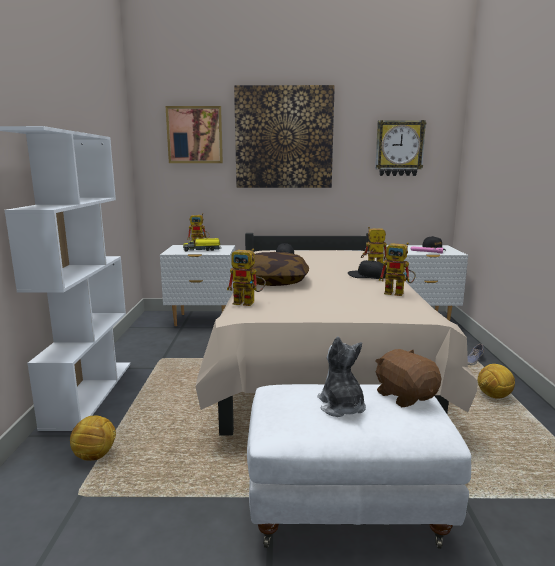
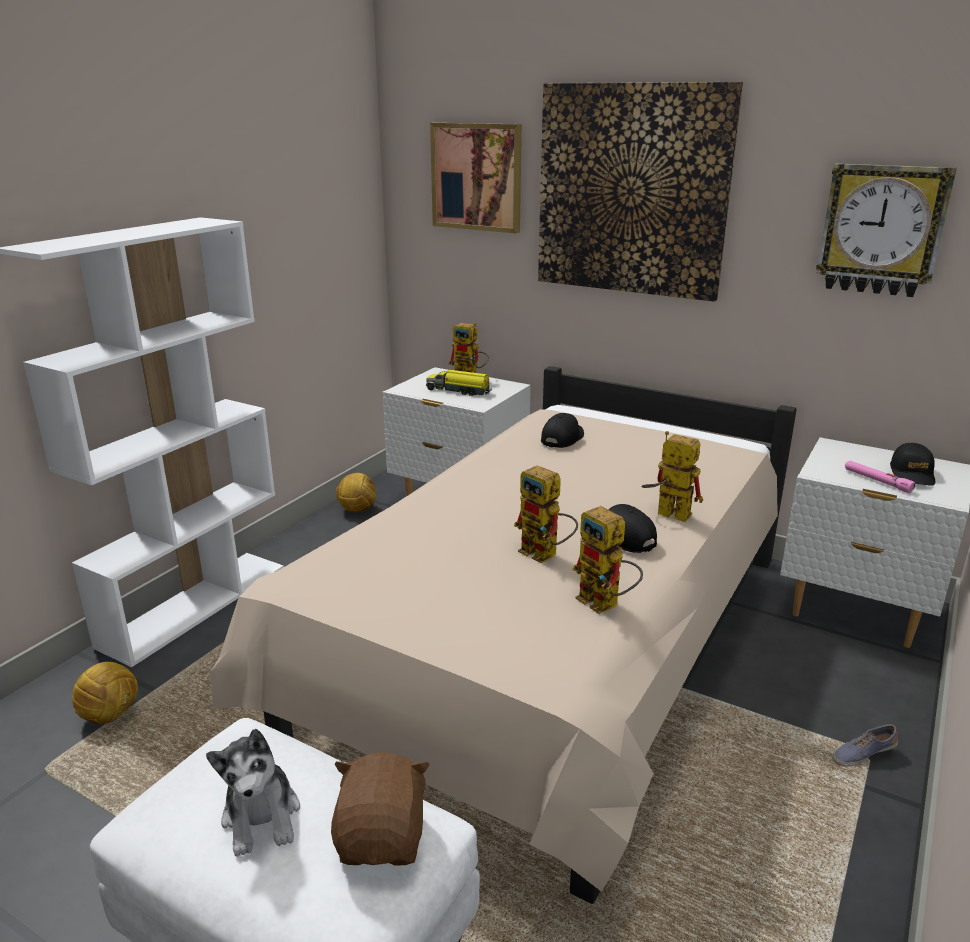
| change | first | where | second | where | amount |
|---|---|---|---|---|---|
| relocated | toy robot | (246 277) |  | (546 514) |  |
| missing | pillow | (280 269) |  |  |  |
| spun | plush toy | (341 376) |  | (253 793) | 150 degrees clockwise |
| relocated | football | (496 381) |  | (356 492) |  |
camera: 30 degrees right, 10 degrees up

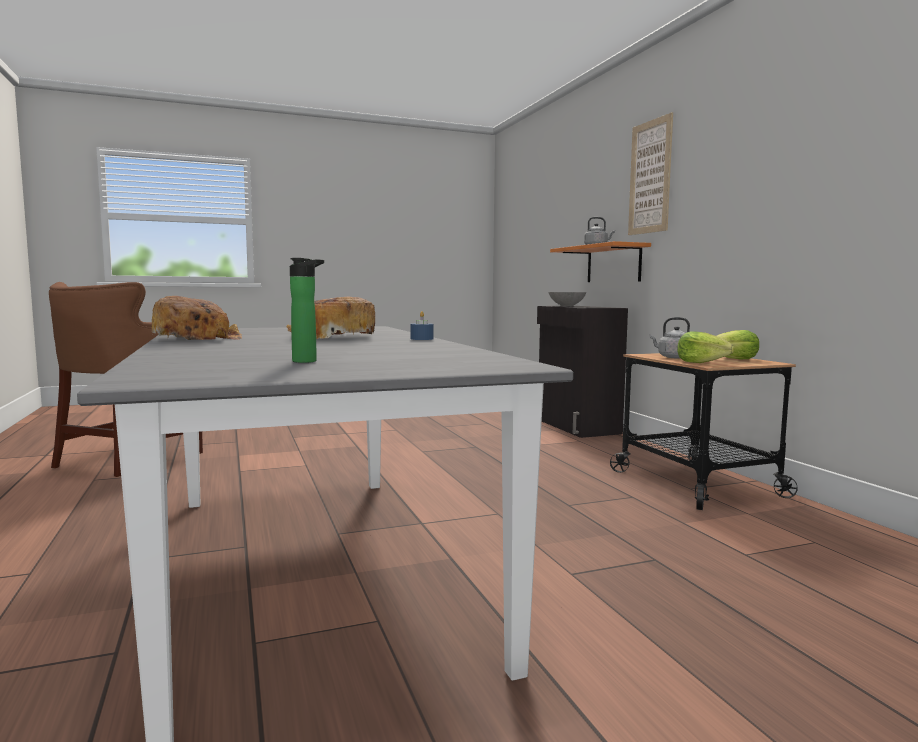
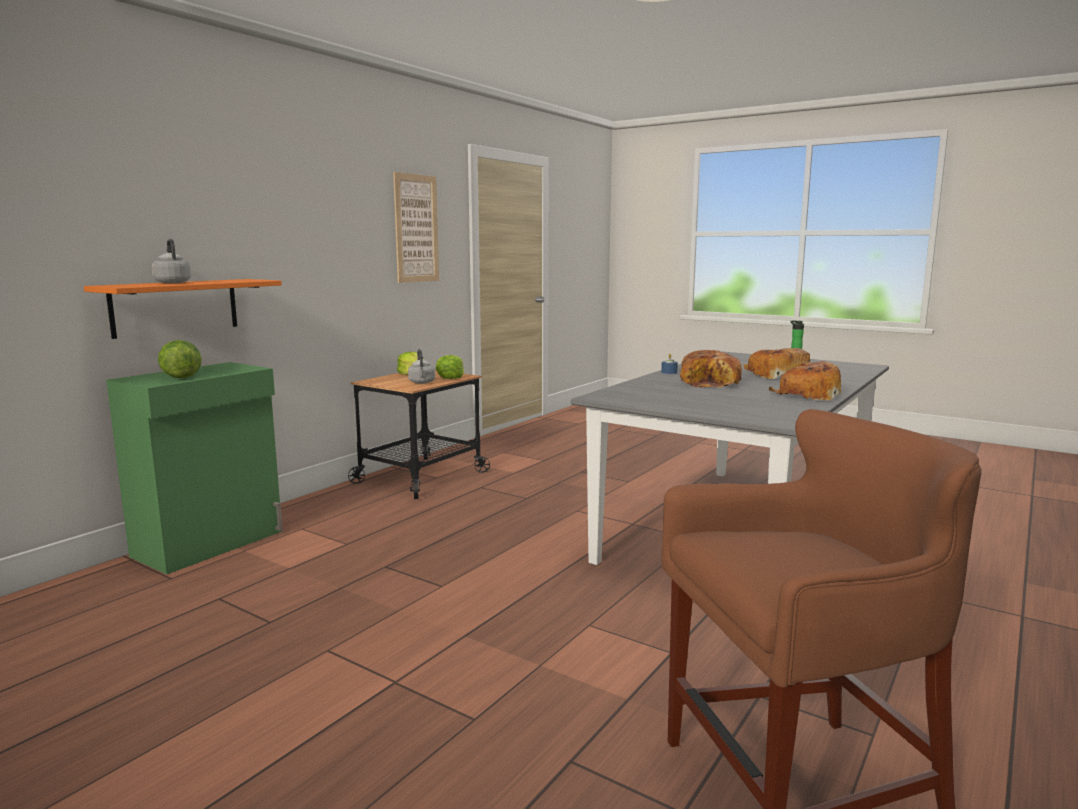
| change | first | where | second | where | amount |
|---|---|---|---|---|---|
| relocated | picture | (650 173) |  | (416 227) |  |
| exchanged | grey bowl | (567 299) | lettuce | (180 359) |  |
| colour | black cabinet | (582 372) | green cabinet | (194 468) |  |
| appeared |  |  | bread | (776 363) |  |
camera: 125 degrees left, 5 degrees up

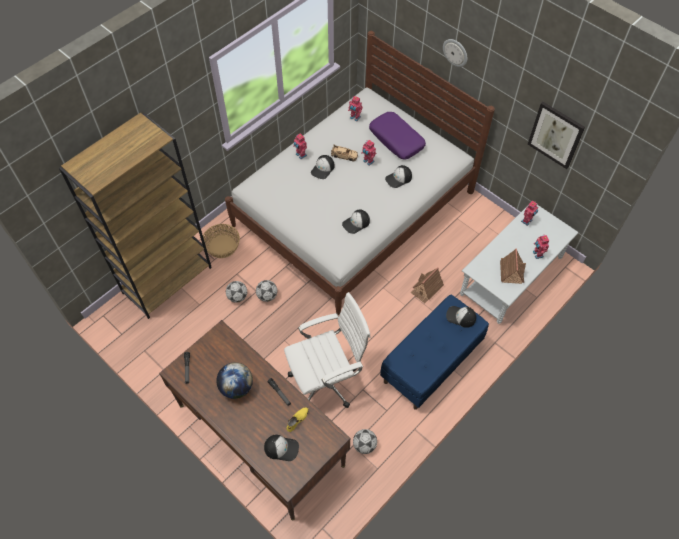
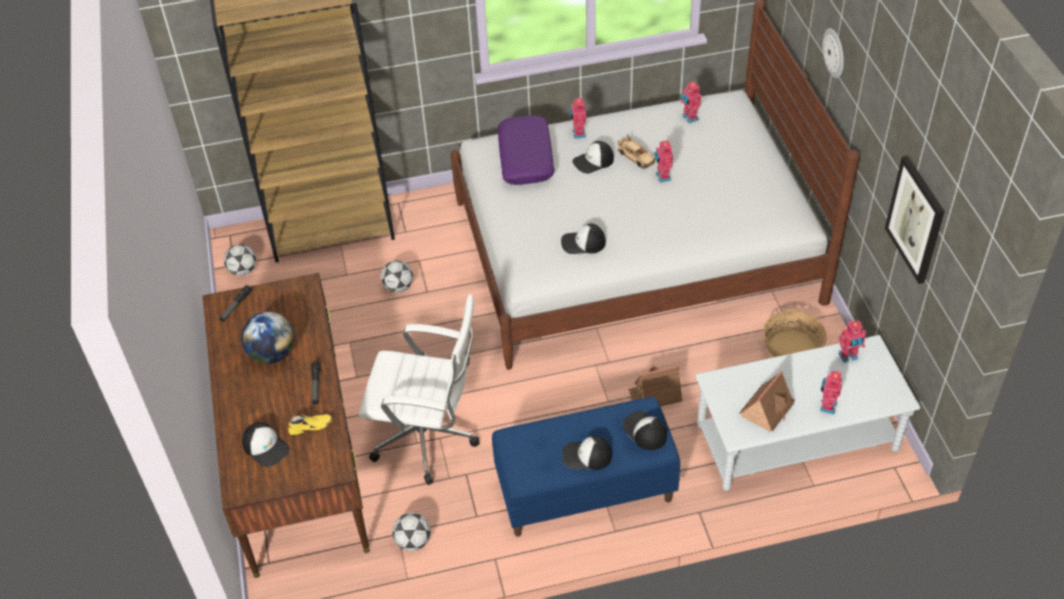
| change | first | where | second | where | amount |
|---|---|---|---|---|---|
| relocated | purple pillow | (397 135) |  | (526 150) |  |
| relocated | cap | (398 176) |  | (587 453) |  |
| relocated | basket | (221 241) |  | (795 334) |  |
| relocated | football | (266 291) |  | (240 260) |  |
camera: 35 degrees right, 10 degrees down

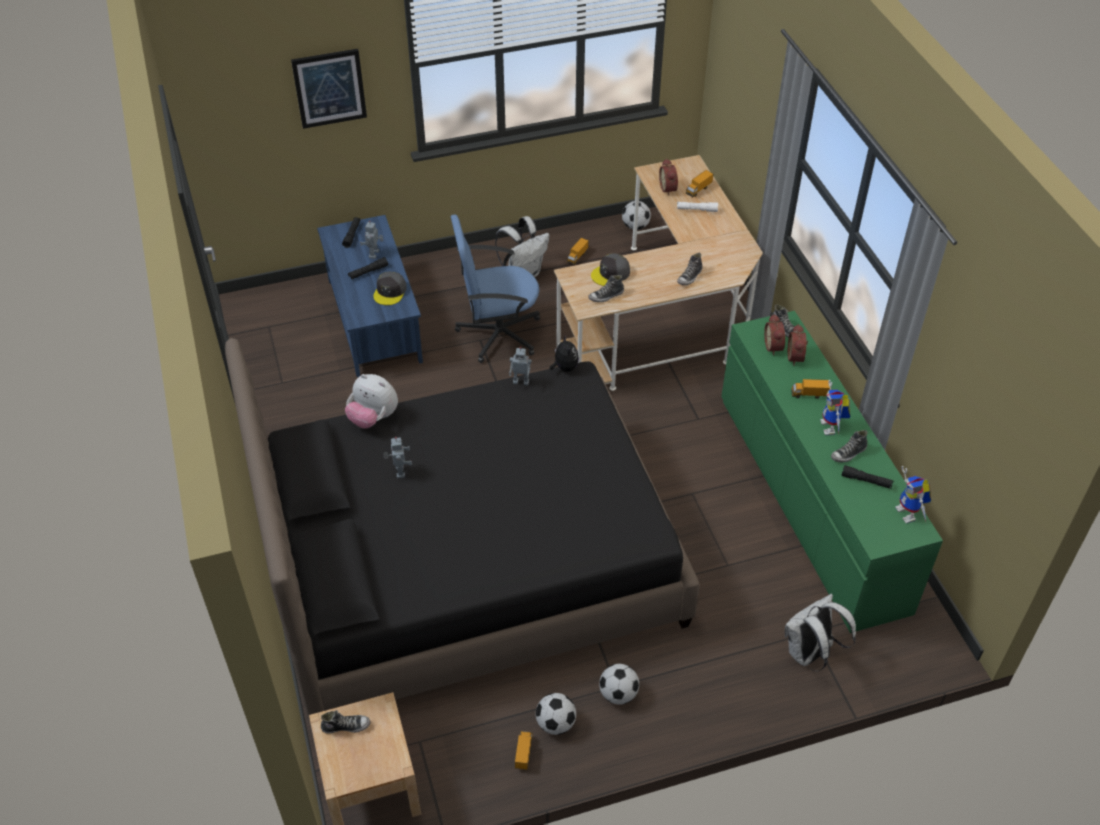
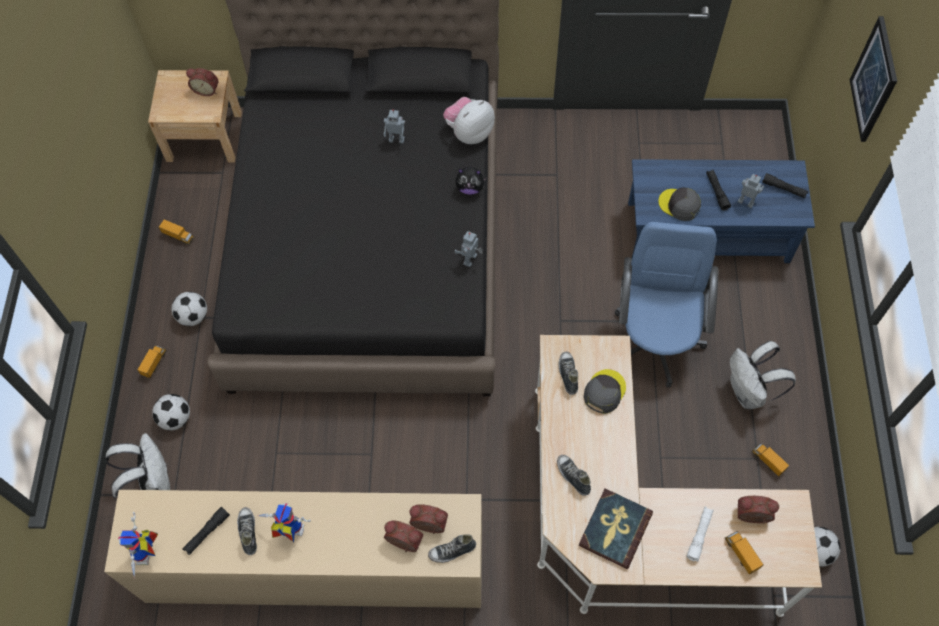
| change | first | where | second | where | amount |
|---|---|---|---|---|---|
| spun | grey cap | (610 269) |  | (605 391) | 45 degrees clockwise |
| colour | green dresser | (832 472) | beige dresser | (293 549) |  |
| relocated | plush toy | (564 354) |  | (471 181) |  |
| relocated | toy truck | (810 389) |  | (152 362) |  |
| spun | toy robot | (913 494) |  | (138 545) | 90 degrees counterclockwise |
| relocated | football | (556 714) |  | (171 412) |  |
| exchanged | shoe | (346 722) | alarm clock | (202 82) |  |
| appeared |  |  | book | (616 528) |  |
camera: 110 degrees right, 15 degrees up

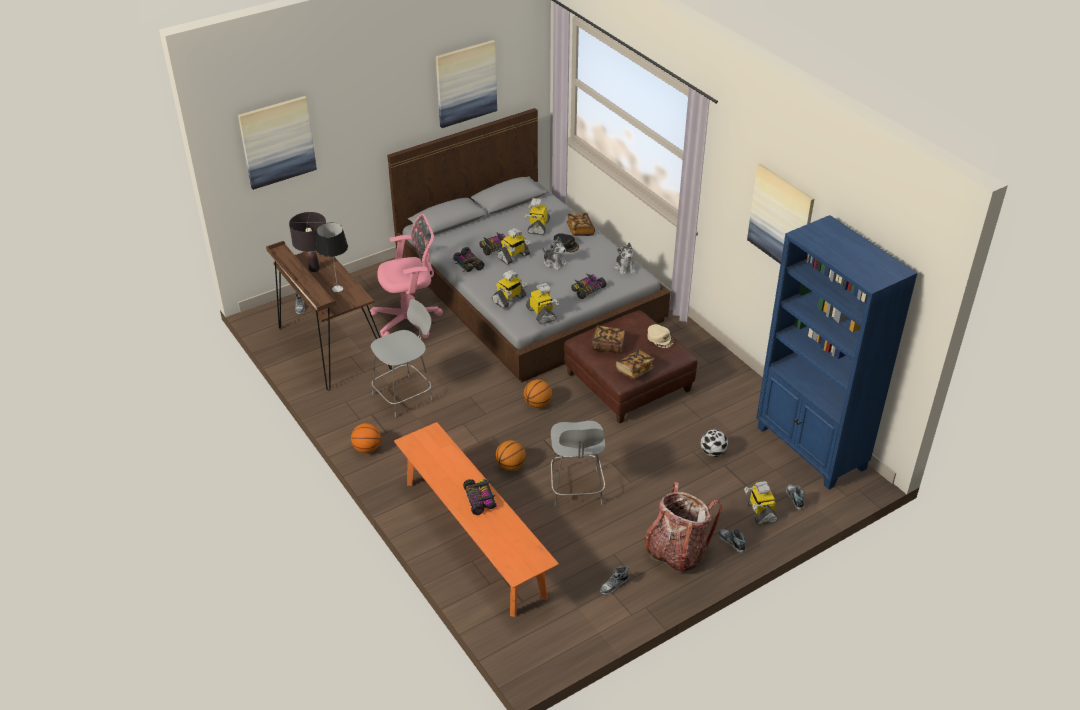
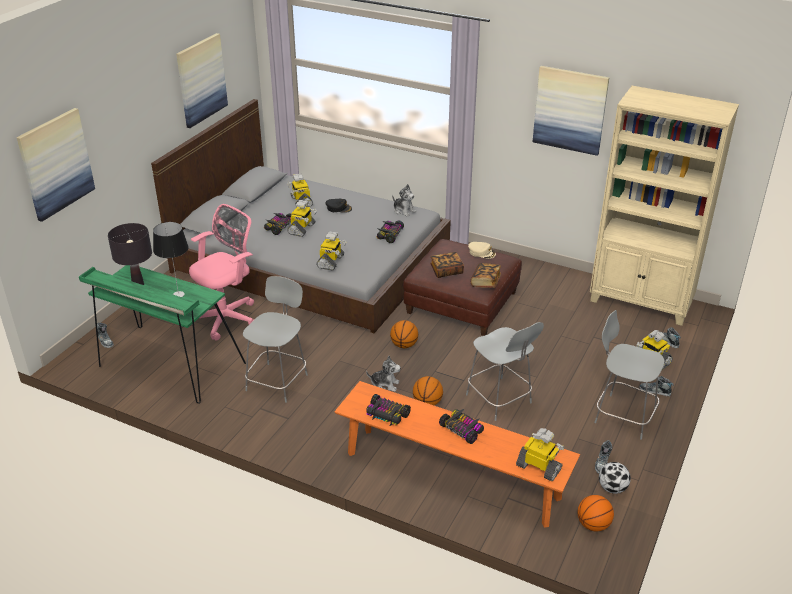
| change | first | where | second | where | amount |
|---|---|---|---|---|---|
| missing | book | (581 224) |  |  |  |
| colour | blue bookcase | (837 352) | beige bookcase | (664 206) |  |
| relocated | plush toy | (555 254) |  | (383 374) |  |
| colour | brown desk | (329 316) | green desk | (162 334) |  |
| relocated | toy car | (468 259) |  | (388 410) |  |
| relocated | toy robot | (542 303) |  | (540 454) |  |
| relocated | basketball | (366 438) |  | (596 513) |  |
| relocated | football | (714 443) |  | (615 478) |  |
| exchanged | backpack | (683 527) | grey chair | (629 375) |  |
camera: 30 degrees left, 5 degrees down

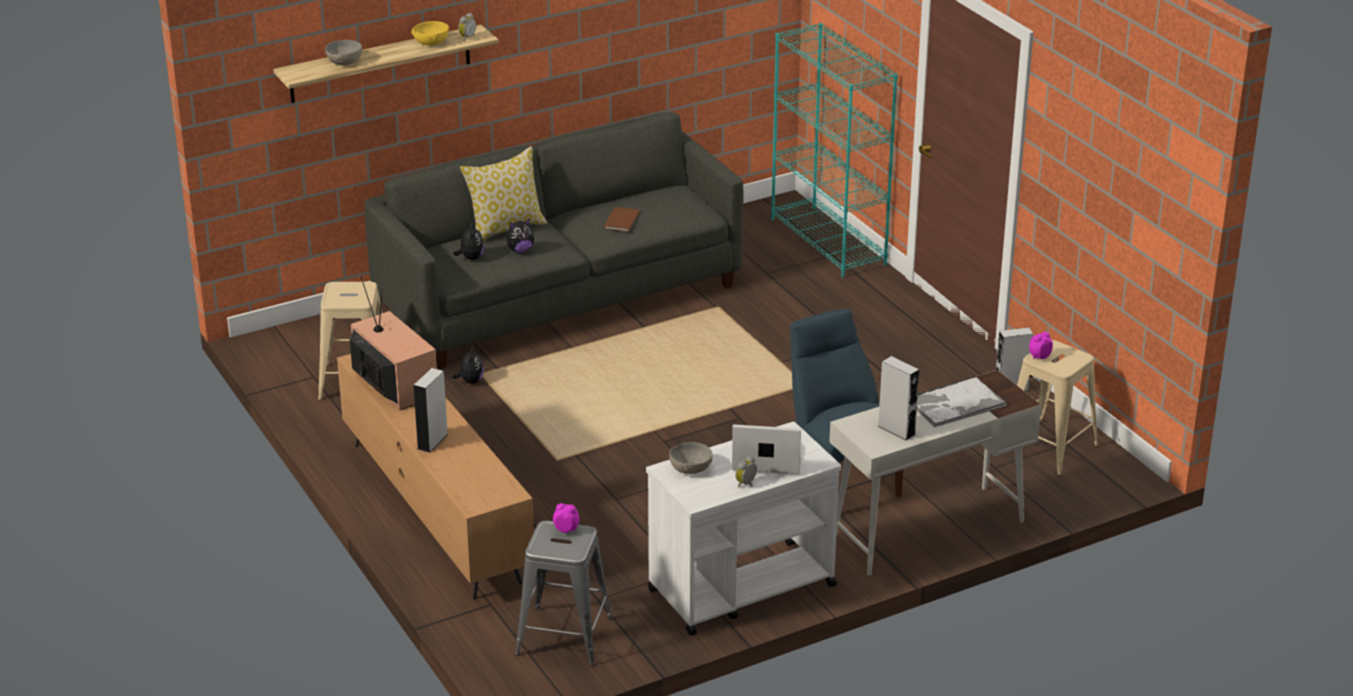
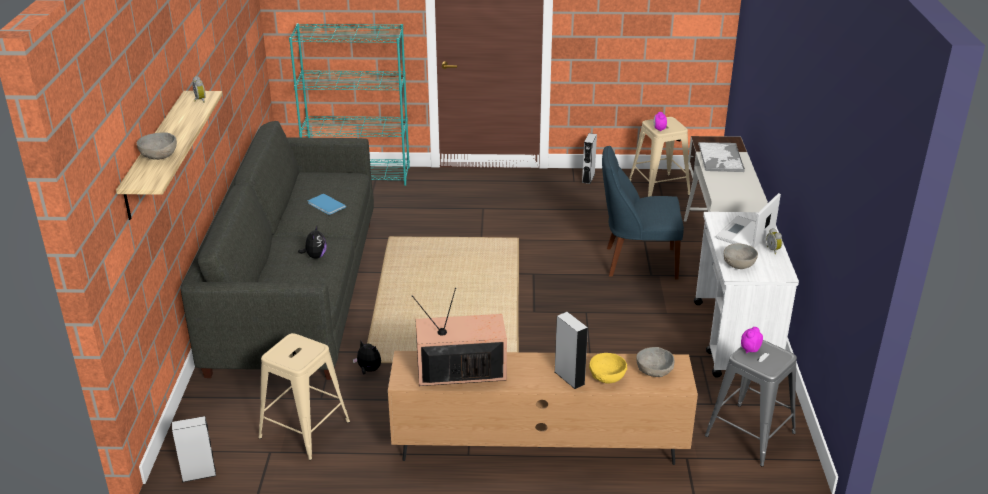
| change | first | where | second | where | amount |
|---|---|---|---|---|---|
| relocated | yellow bowl | (430 33) |  | (608 368) |  |
| missing | pillow | (503 193) |  |  |  |
| colour | brown book | (622 219) | blue book | (327 204) |  |
| missing | plush toy | (468 241) |  |  |  |
| relocated | grey speaker | (898 398) |  | (194 449) |  |
| appeared |  |  | grey bowl | (655 362) |  |
camera: 60 degrees left, 0 degrees up

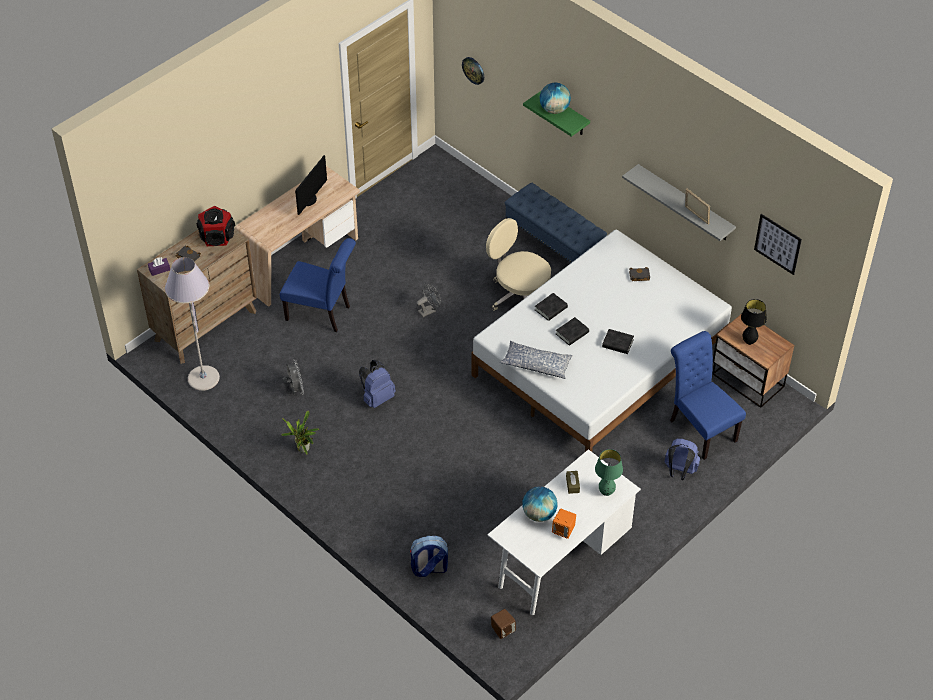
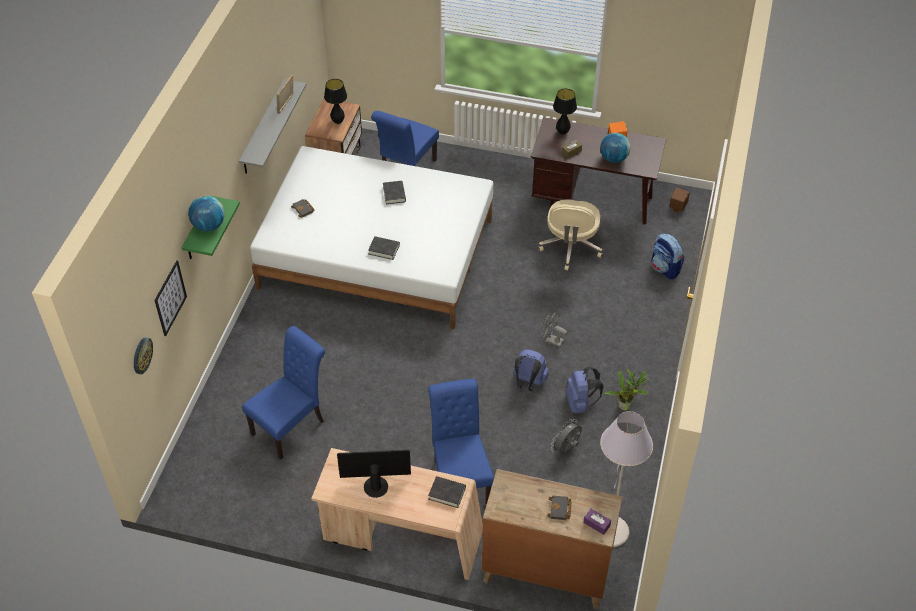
| change | first | where | second | where | amount |
|---|---|---|---|---|---|
| missing | blue bench | (556 223) |  |  |  |
| missing | speaker | (215 226) |  |  |  |
| relocated | picture | (778 244) |  | (170 298) |  |
| relocated | beige office chair | (518 264) |  | (570 234) |  |
| relocated | grey fan | (428 300) |  | (554 329) |  |
| relocated | black book | (572 331) |  | (447 492) |  |
| missing | pillow | (536 360) |  |  |  |
| relocated | blue backpack | (682 459) |  | (584 390) |  |
| colour | white desk | (564 532) | brown desk | (598 171) |  |
| colour | green table lamp | (609 472) | black table lamp | (565 112) |  |
| appeared |  |  | blue chair | (283 393) |  |
camera: 120 degrees left, 0 degrees up

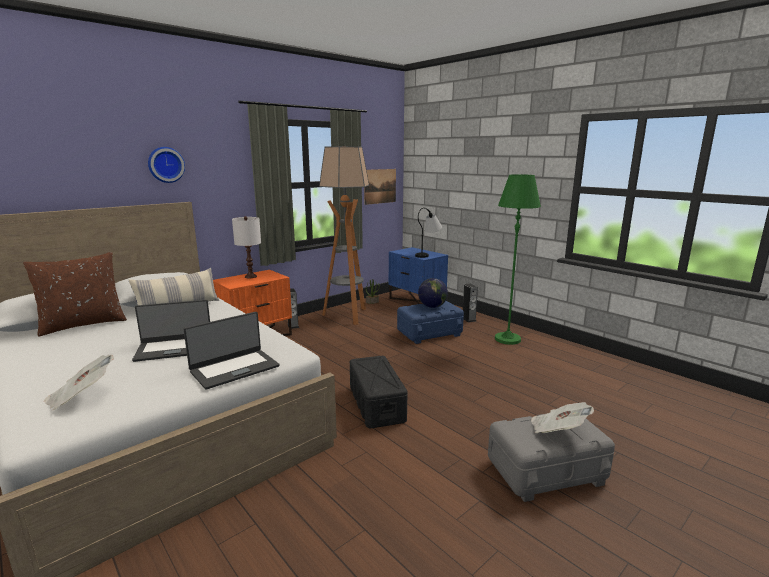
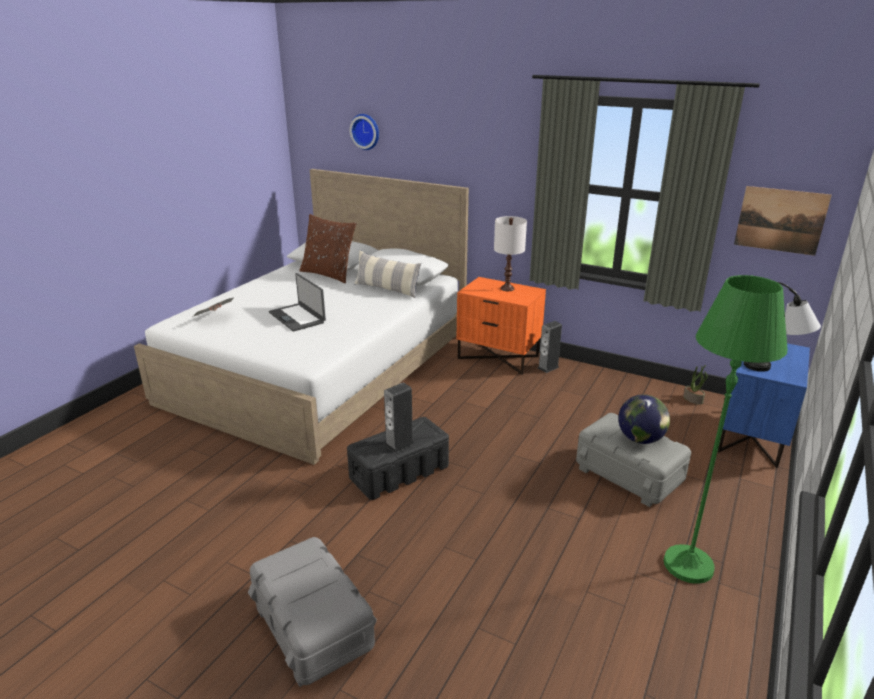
| change | first | where | second | where | amount |
|---|---|---|---|---|---|
| missing | floor lamp | (344 235) |  |  |  |
| relocated | wall clock | (166 165) |  | (364 132) |  |
| relocated | speaker | (470 303) |  | (399 418) |  |
| colour | blue storage box | (430 322) | grey storage box | (633 460) |  |
| missing | laptop | (231 351) |  |  |  |
| missing | newspaper | (562 417) |  |  |  |
camera: 70 degrees right, 10 degrees up

